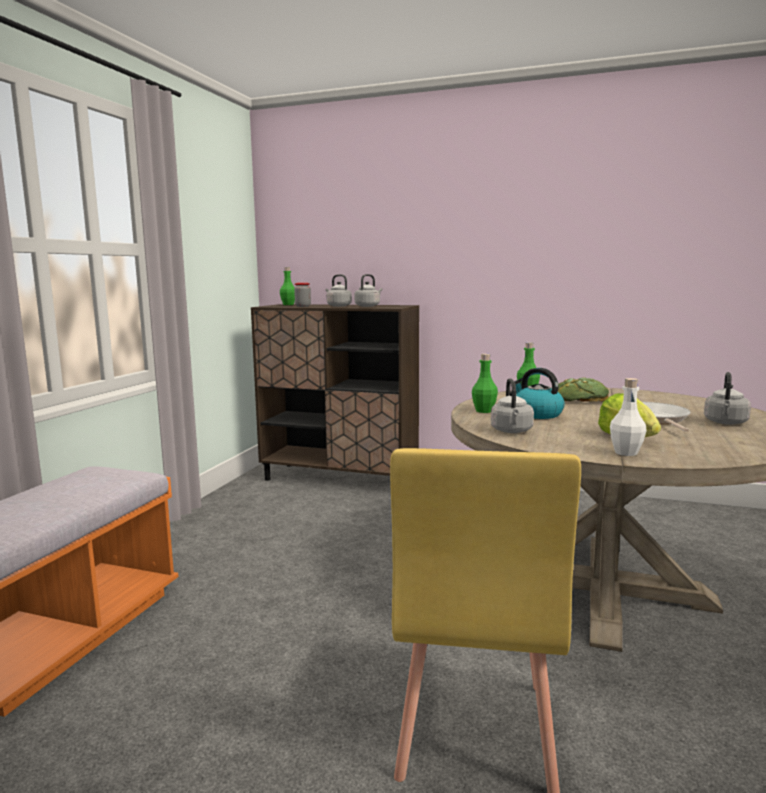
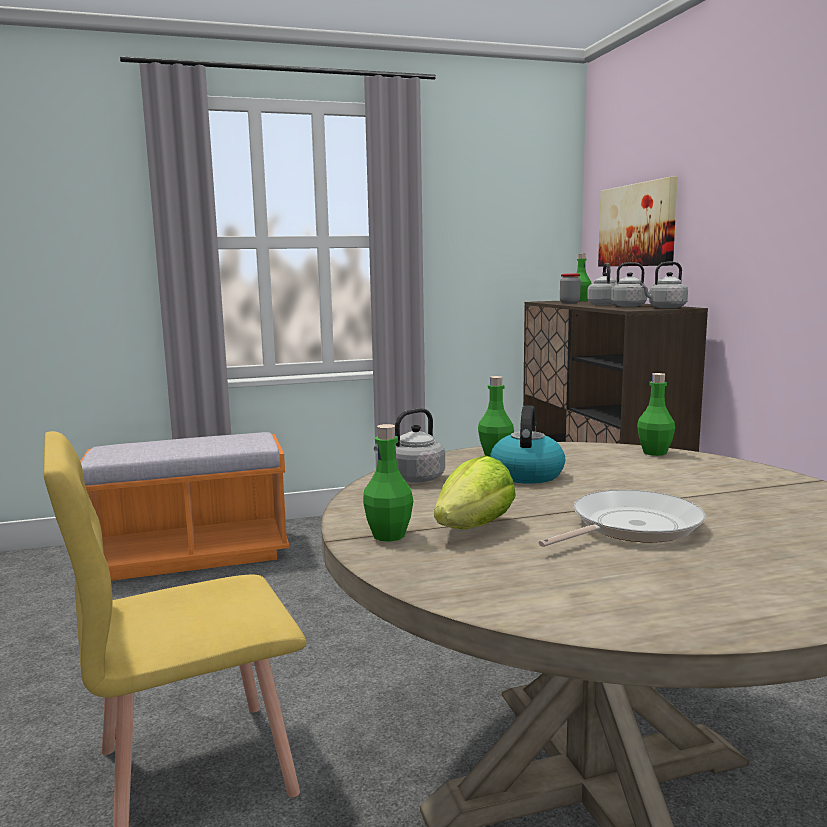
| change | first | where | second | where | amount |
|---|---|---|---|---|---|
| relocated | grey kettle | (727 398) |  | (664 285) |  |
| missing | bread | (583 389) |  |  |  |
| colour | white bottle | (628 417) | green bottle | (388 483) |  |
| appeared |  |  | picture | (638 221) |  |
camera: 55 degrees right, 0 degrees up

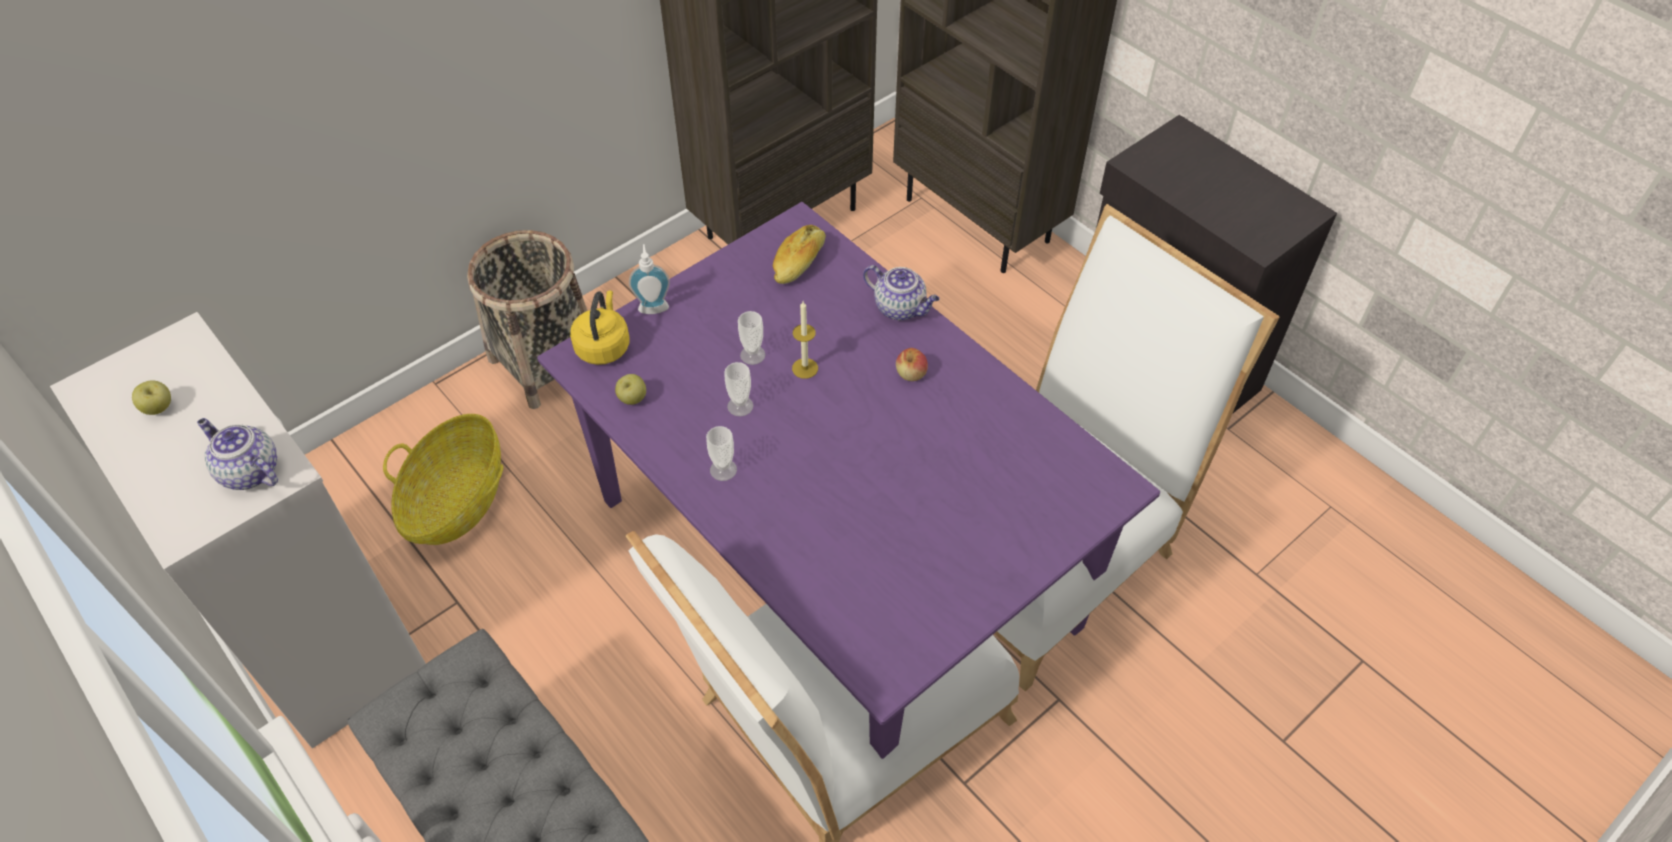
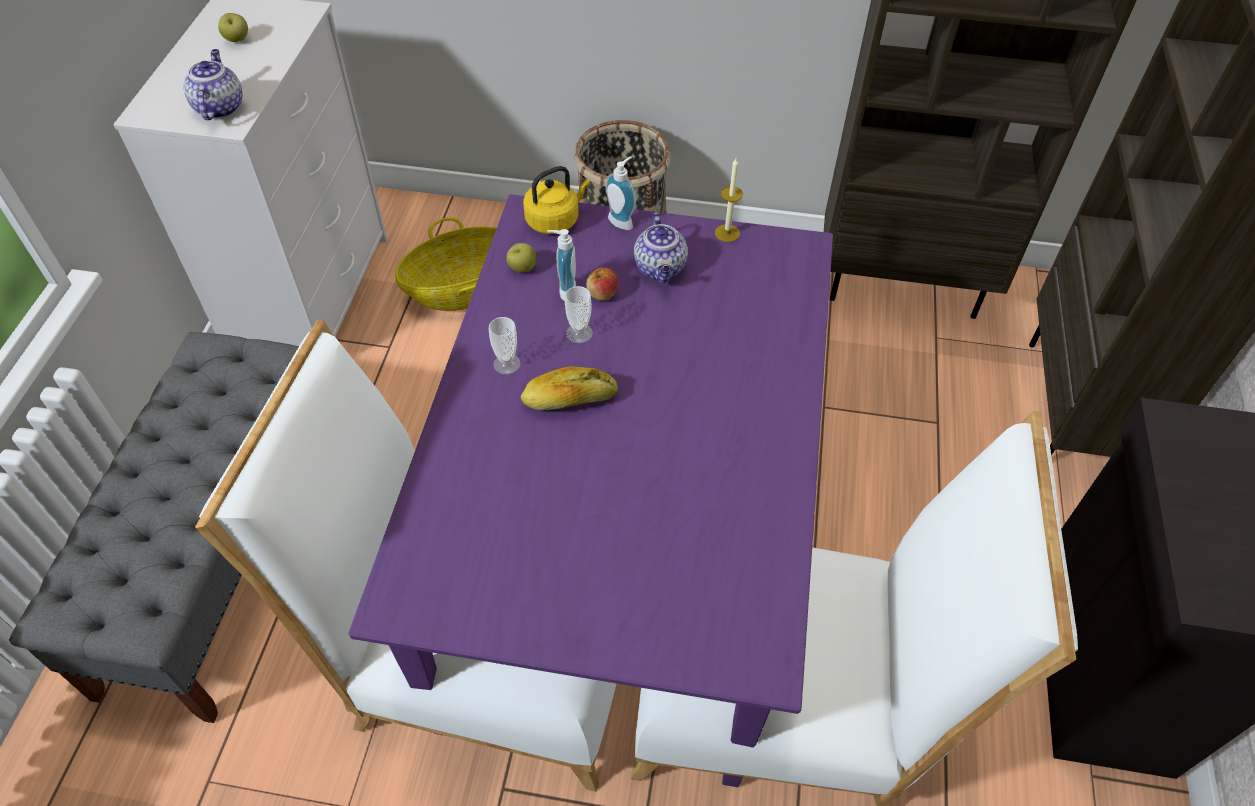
| change | first | where | second | where | amount |
|---|---|---|---|---|---|
| relocated | bread | (799 254) |  | (569 388) |  |
| relocated | teapot | (901 292) |  | (661 247) |  |
| relocated | candle | (805 340) |  | (729 200) |  |
| missing | cup | (752 338) |  |  |  |
| relocated | apple | (912 364) |  | (602 284) |  |
| appeared |  |  | soap dispenser | (561 265) |  |
camera: 50 degrees right, 0 degrees up

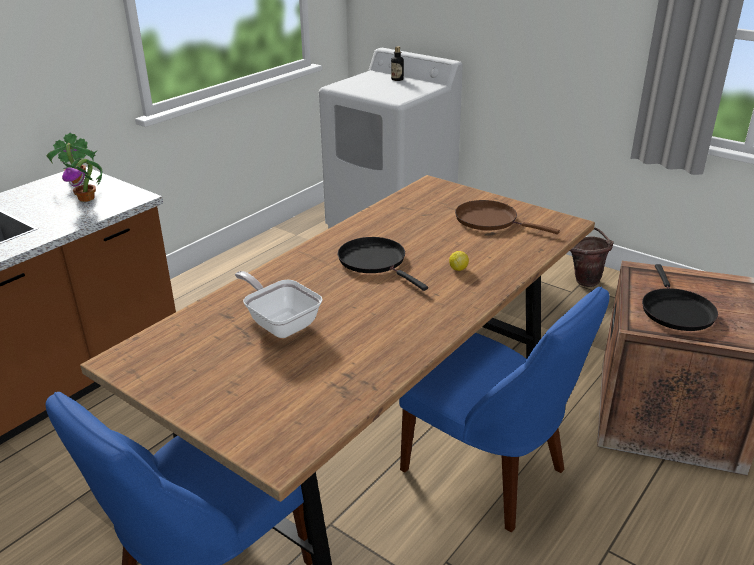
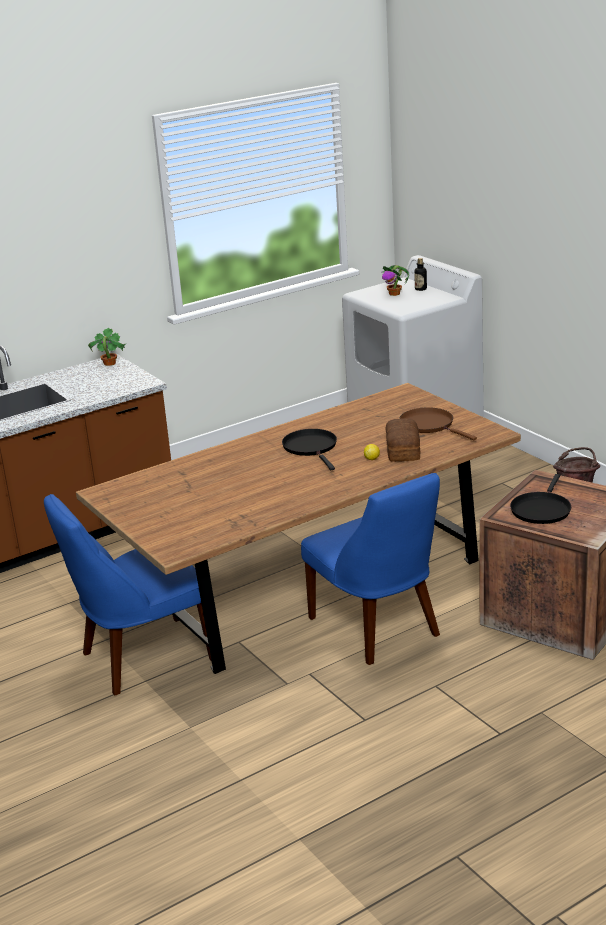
| change | first | where | second | where | amount |
|---|---|---|---|---|---|
| relocated | potted plant | (82 180) |  | (395 280) |  |
| missing | frying pan | (279 304) |  |  |  |
| appeared |  |  | bread | (403 439) |  |
camera: 20 degrees right, 5 degrees down

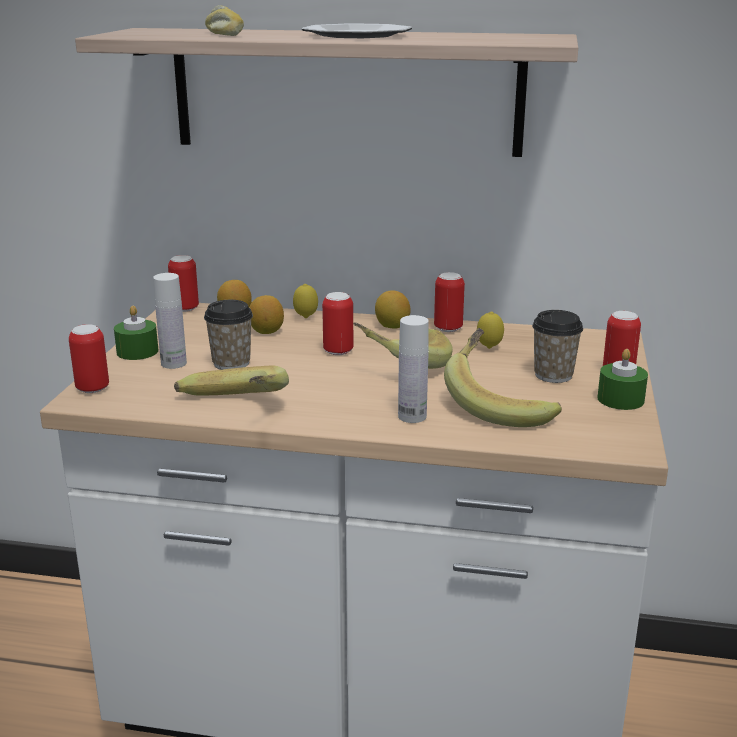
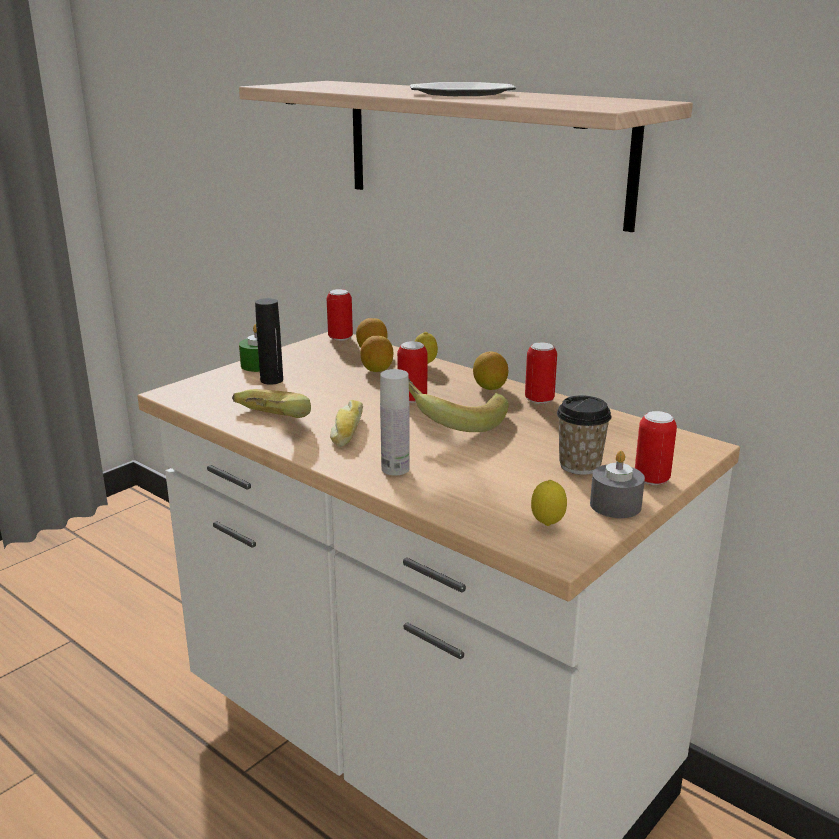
| change | first | where | second | where | amount |
|---|---|---|---|---|---|
| relocated | bread | (224 20) |  | (346 423) |  |
| colour | white bottle | (170 321) | black bottle | (269 341) |  |
| missing | cup | (228 335) |  |  |  |
| relocated | lemon | (490 330) |  | (549 503) |  |
| missing | can | (89 358) |  |  |  |
| missing | banana | (503 377) |  |  |  |
| colour | green candle | (622 379) | grey candle | (617 484) |  |
camera: 30 degrees right, 0 degrees up

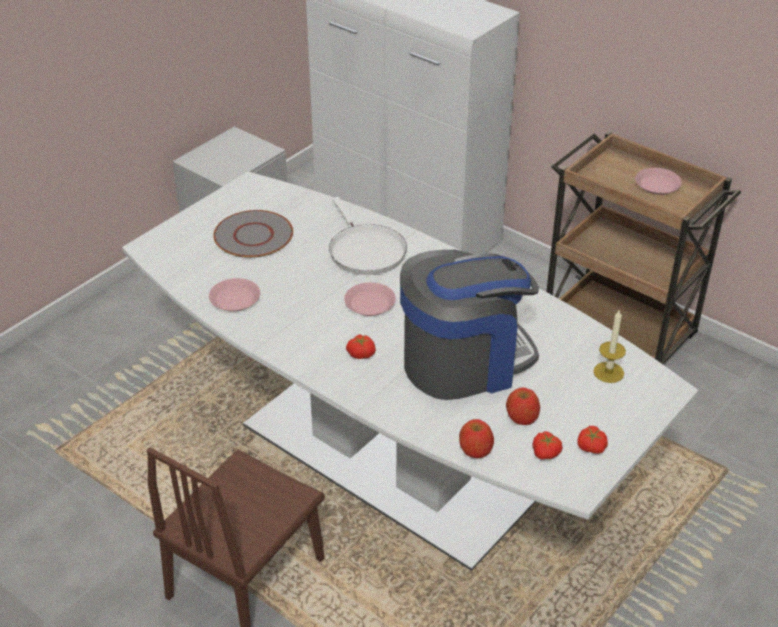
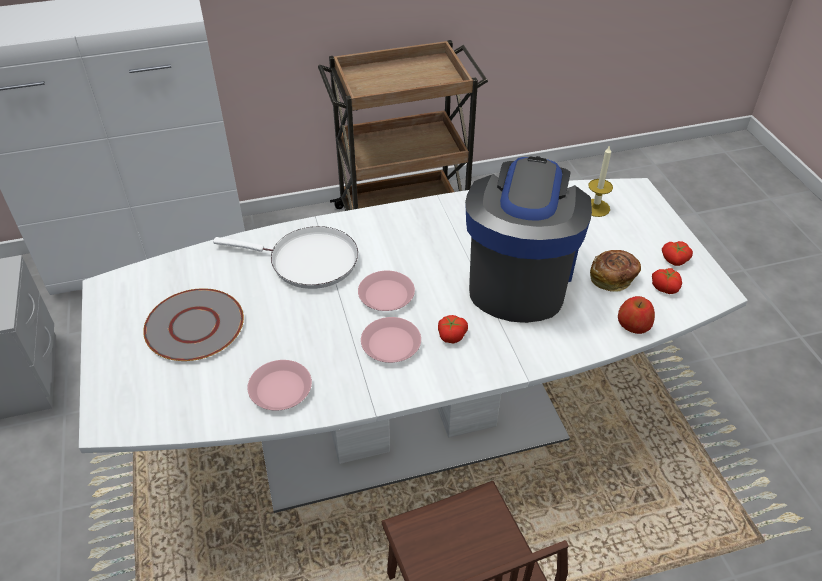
| change | first | where | second | where | amount |
|---|---|---|---|---|---|
| relocated | pink plate | (658 181) |  | (391 340) |  |
| exchanged | apple | (523 406) | bread | (615 271) |  |
camera: 55 degrees left, 5 degrees up

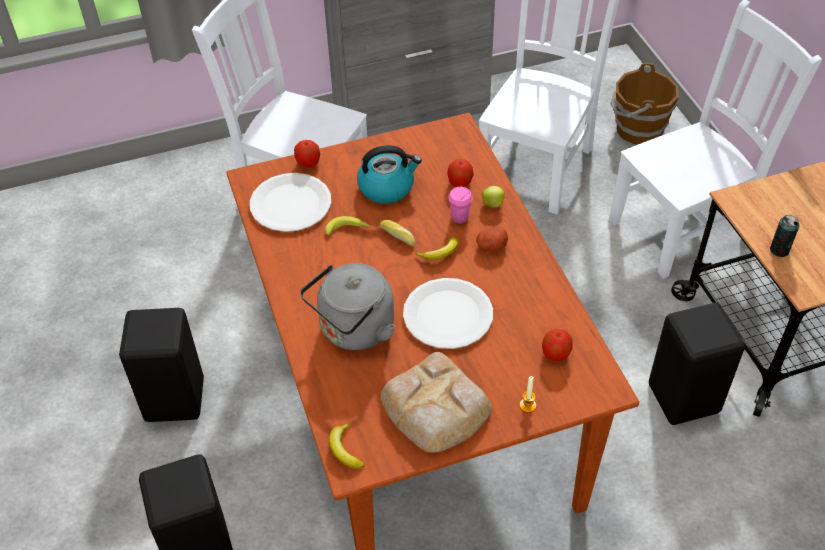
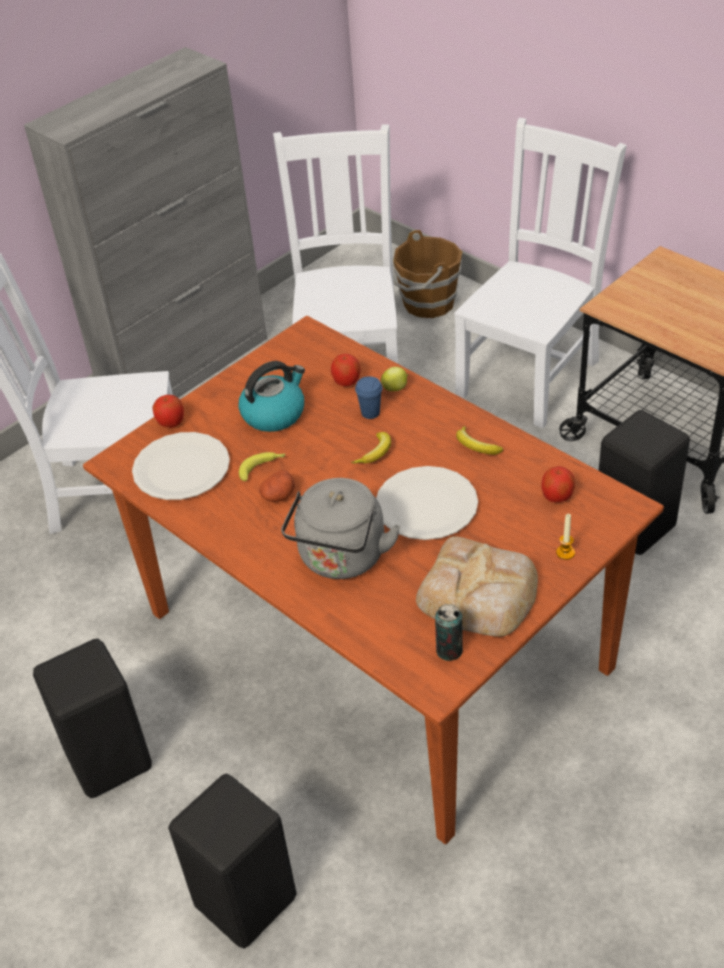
| change | first | where | second | where | amount |
|---|---|---|---|---|---|
| colour | pink cup | (460 205) | blue cup | (368 397) |  |
| relocated | can | (784 236) |  | (449 632) |  |
| missing | bread | (397 233) |  |  |  |
| relocated | potato | (492 239) |  | (277 486) |  |
| relocated | banana | (347 446) |  | (479 440) |  |
camera: 25 degrees left, 5 degrees down

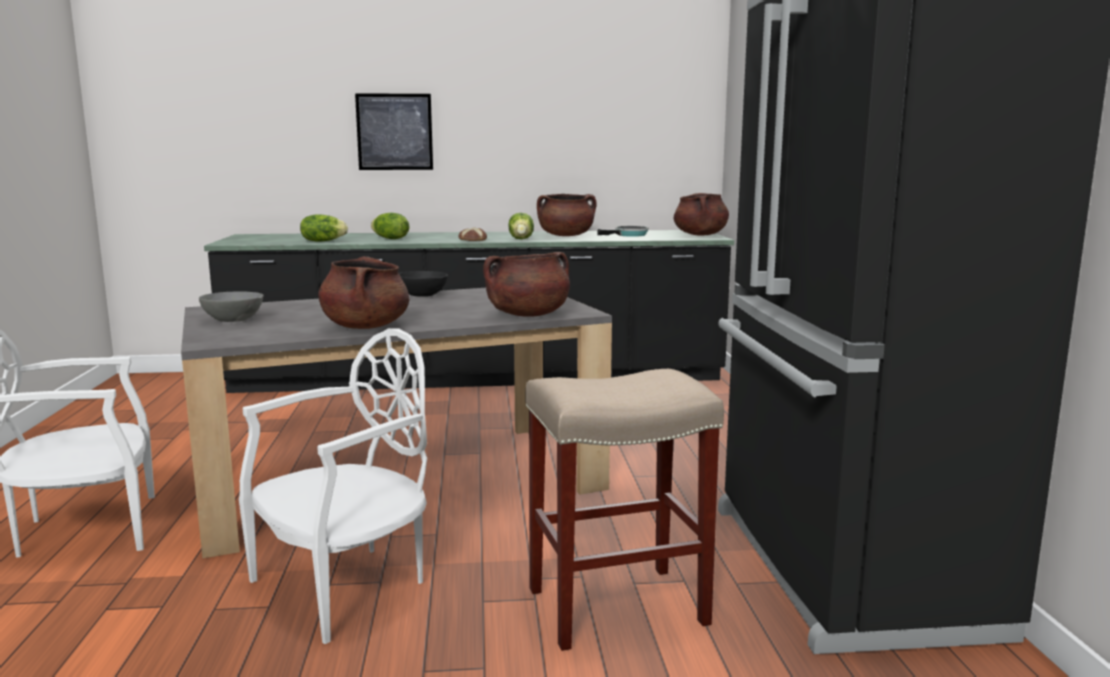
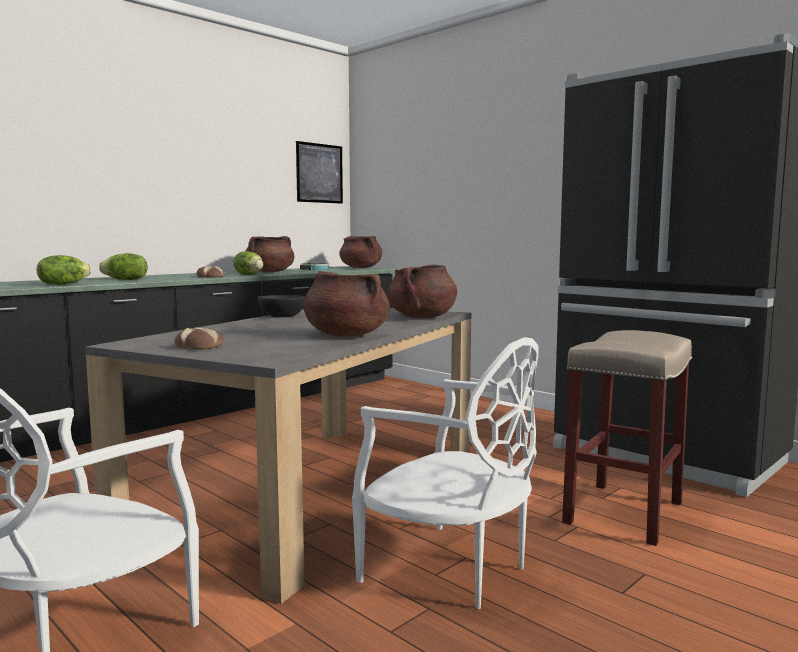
| change | first | where | second | where | amount |
|---|---|---|---|---|---|
| relocated | picture | (394 131) |  | (319 172) |  |
| exchanged | grey bowl | (231 306) | bread | (199 338) |  |
| spun | white chair | (333 486) |  | (445 473) | 120 degrees clockwise |
camera: 40 degrees left, 5 degrees down

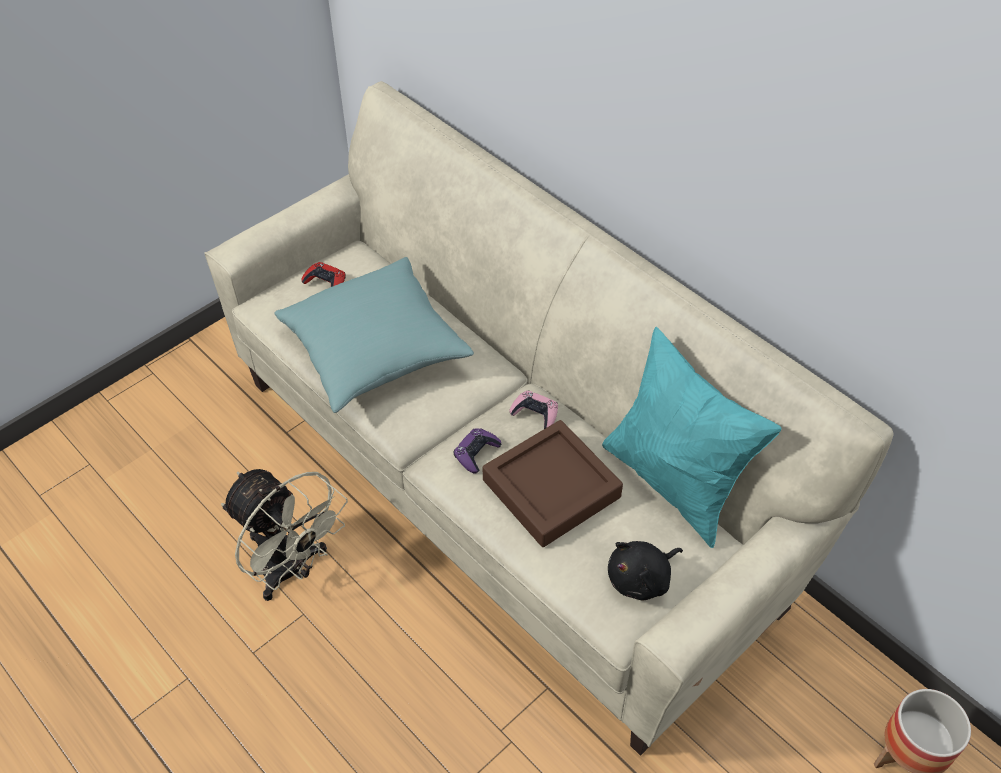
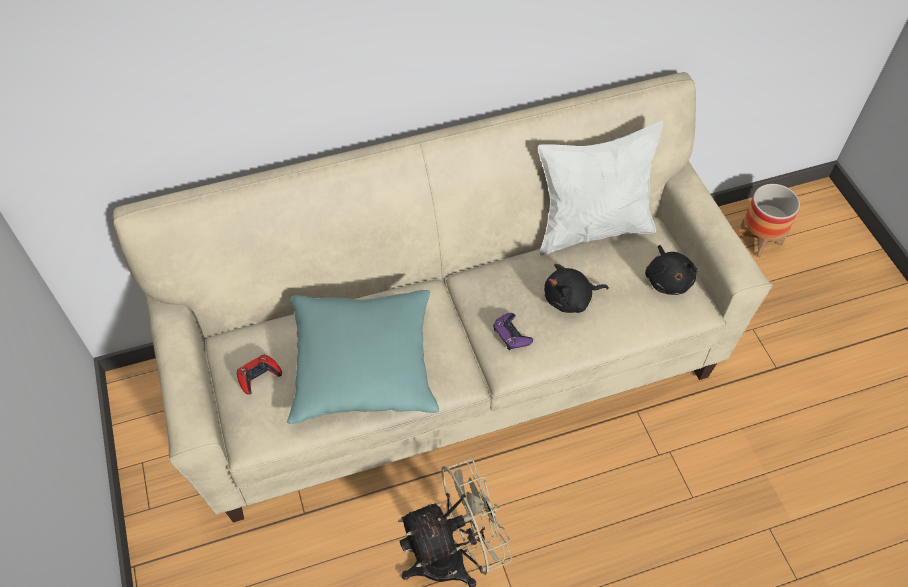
| change | first | where | second | where | amount |
|---|---|---|---|---|---|
| colour | turquoise pillow | (692 437) | white pillow | (600 188) |  |
| missing | pink game controller | (533 410) |  |  |  |
| exchanged | brown tray | (553 483) | black plush toy | (576 288) |  |
camera: 65 degrees left, 5 degrees up

